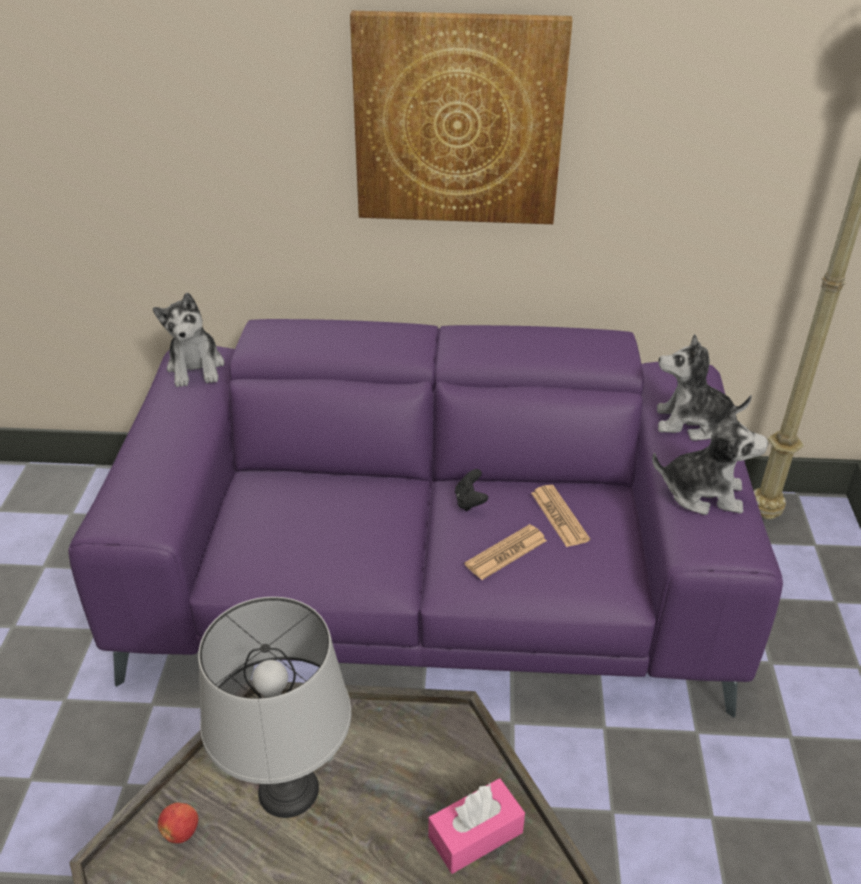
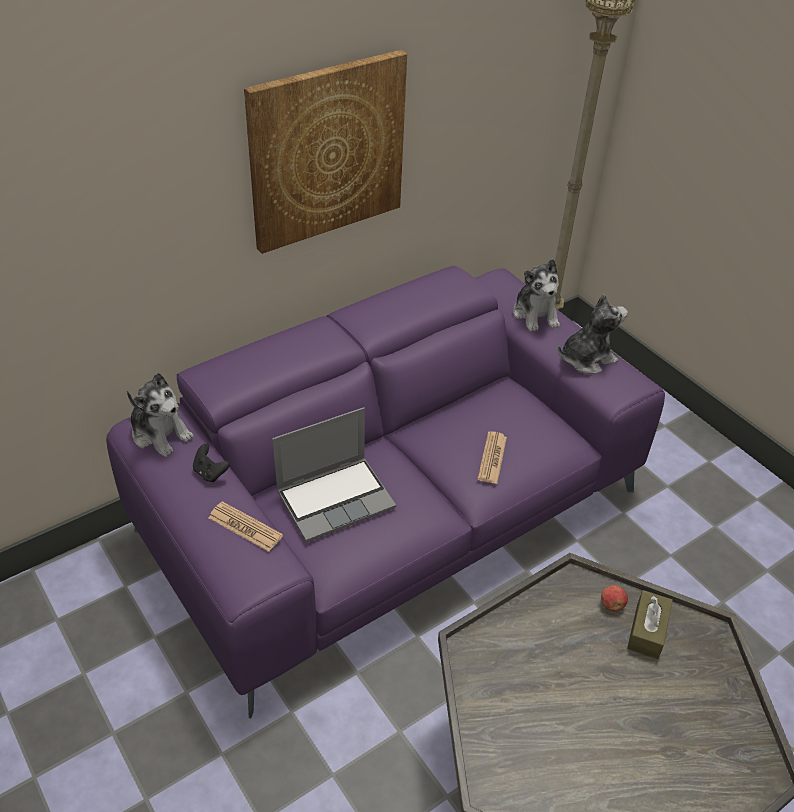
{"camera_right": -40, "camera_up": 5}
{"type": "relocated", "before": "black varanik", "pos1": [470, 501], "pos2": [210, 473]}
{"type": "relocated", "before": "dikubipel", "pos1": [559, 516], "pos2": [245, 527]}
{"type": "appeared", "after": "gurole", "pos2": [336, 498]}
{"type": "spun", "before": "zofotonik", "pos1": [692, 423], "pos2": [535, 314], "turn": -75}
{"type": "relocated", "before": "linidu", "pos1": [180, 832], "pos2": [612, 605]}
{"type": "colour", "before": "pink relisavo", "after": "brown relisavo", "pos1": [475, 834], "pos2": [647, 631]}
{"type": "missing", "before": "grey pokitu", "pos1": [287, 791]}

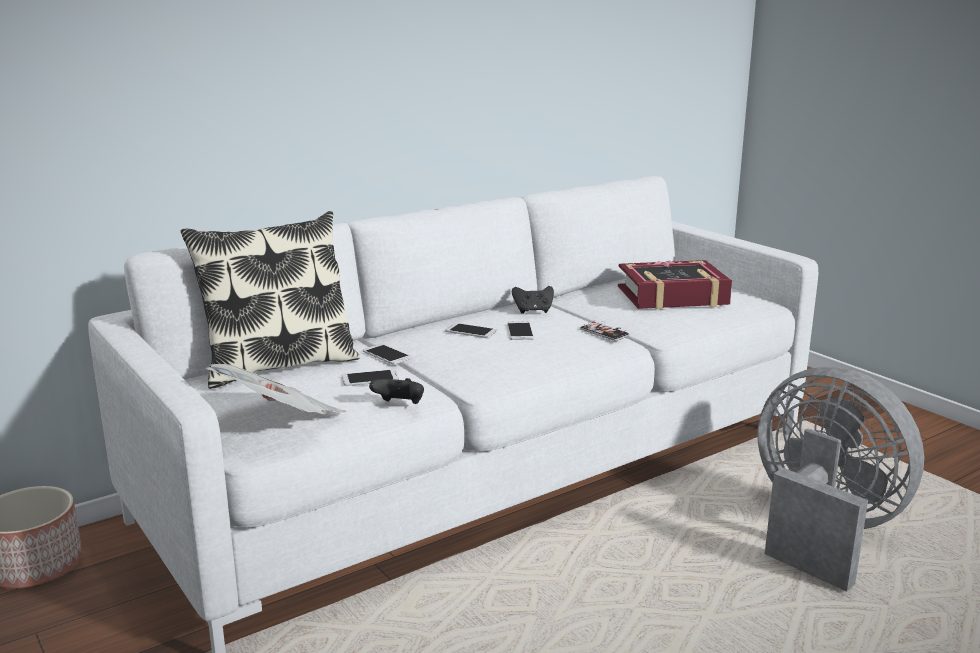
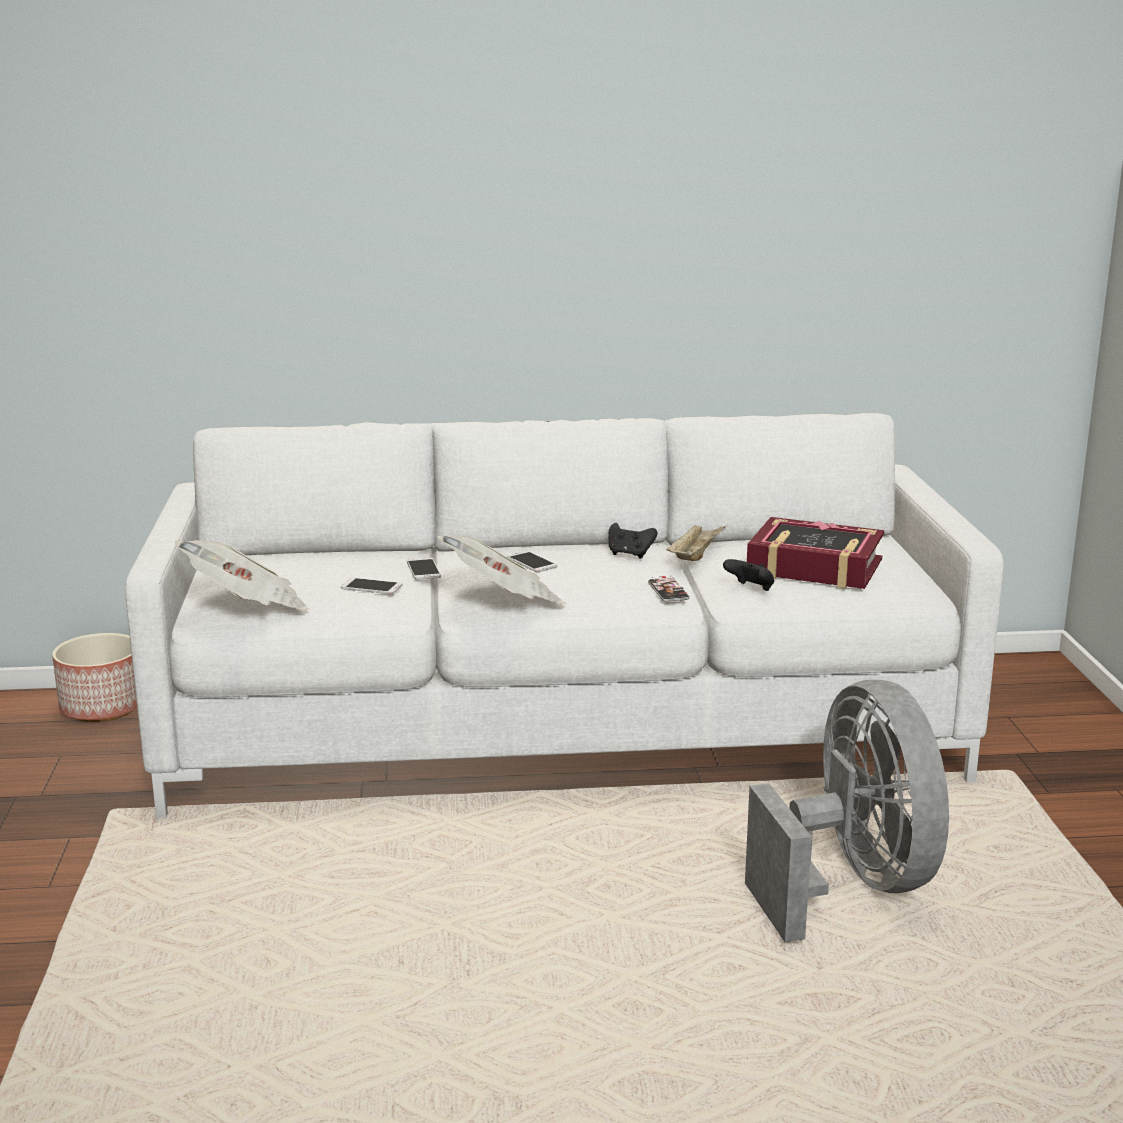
{"camera_right": 30, "camera_up": 0}
{"type": "appeared", "after": "dikubipel", "pos2": [503, 600]}
{"type": "appeared", "after": "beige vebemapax", "pos2": [696, 554]}
{"type": "relocated", "before": "black varanik", "pos1": [399, 405], "pos2": [750, 589]}
{"type": "missing", "before": "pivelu", "pos1": [278, 365]}
{"type": "missing", "before": "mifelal", "pos1": [520, 331]}

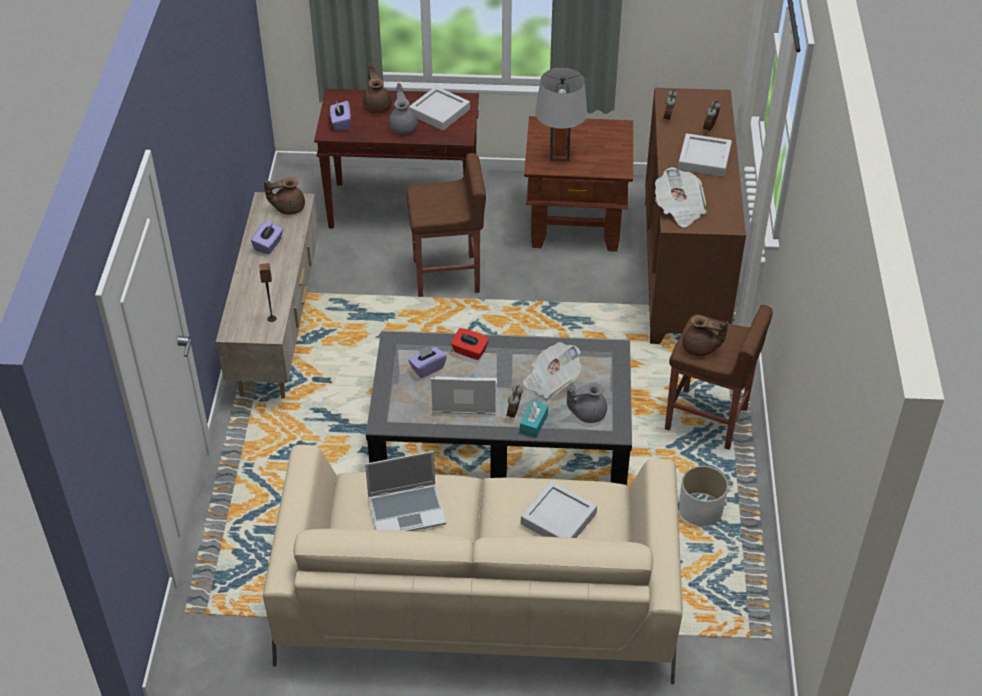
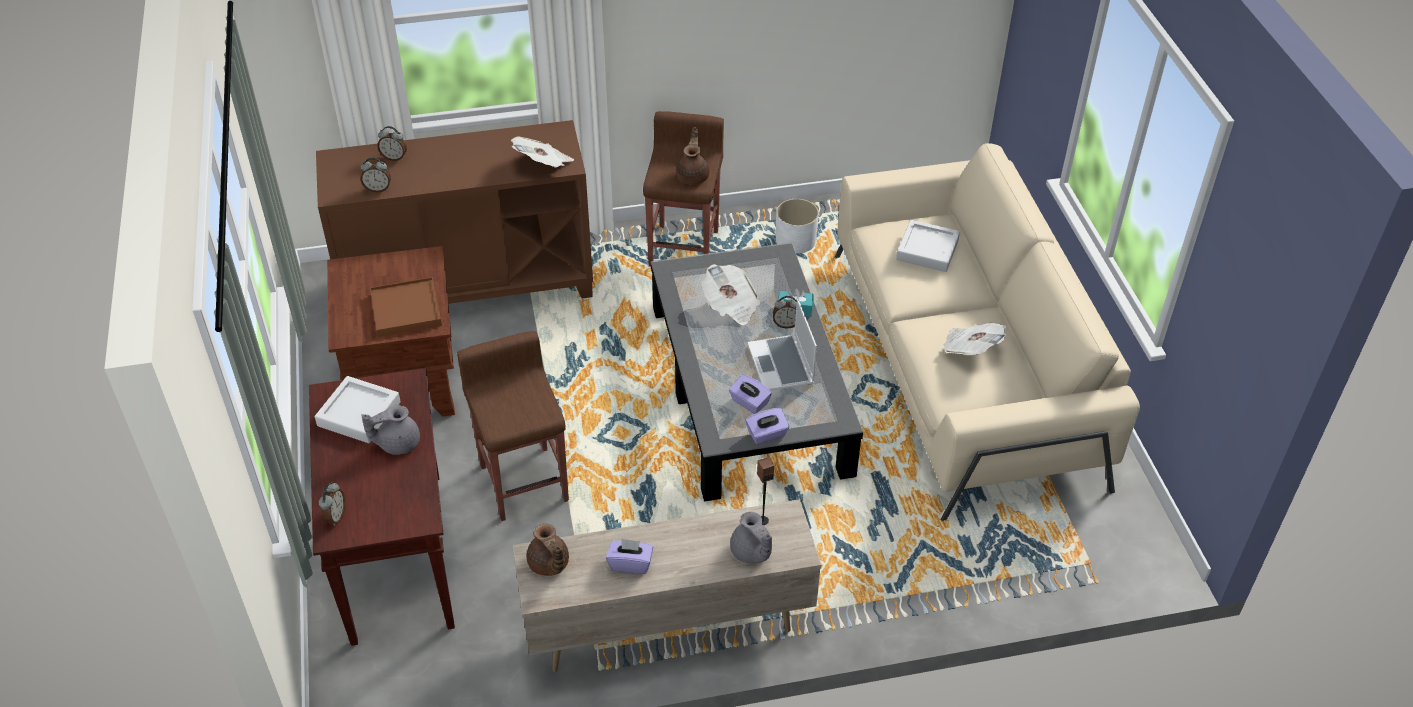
{"camera_right": -105, "camera_up": 0}
{"type": "appeared", "after": "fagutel", "pos2": [335, 516]}
{"type": "exchanged", "before": "grey pokitu", "after": "brown vebemapax", "pos1": [559, 154], "pos2": [406, 310]}
{"type": "relocated", "before": "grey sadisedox", "pos1": [587, 413], "pos2": [751, 553]}
{"type": "relocated", "before": "purple relisavo", "pos1": [341, 123], "pos2": [767, 434]}
{"type": "exchanged", "before": "gurole", "after": "dikubipel", "pos1": [407, 510], "pos2": [970, 349]}
{"type": "missing", "before": "brown sadisedox", "pos1": [377, 106]}
{"type": "missing", "before": "red relisavo", "pos1": [469, 351]}
{"type": "missing", "before": "grey vebemapax", "pos1": [704, 159]}

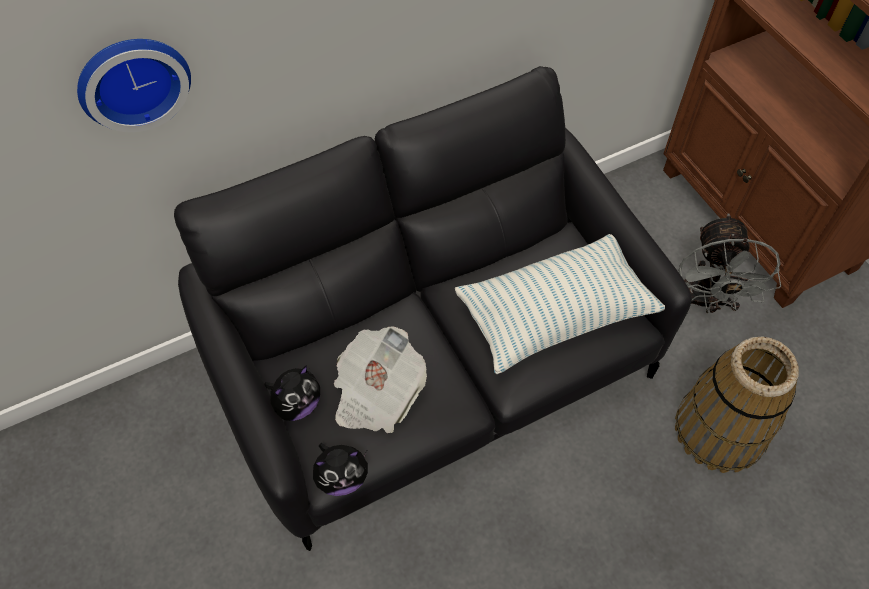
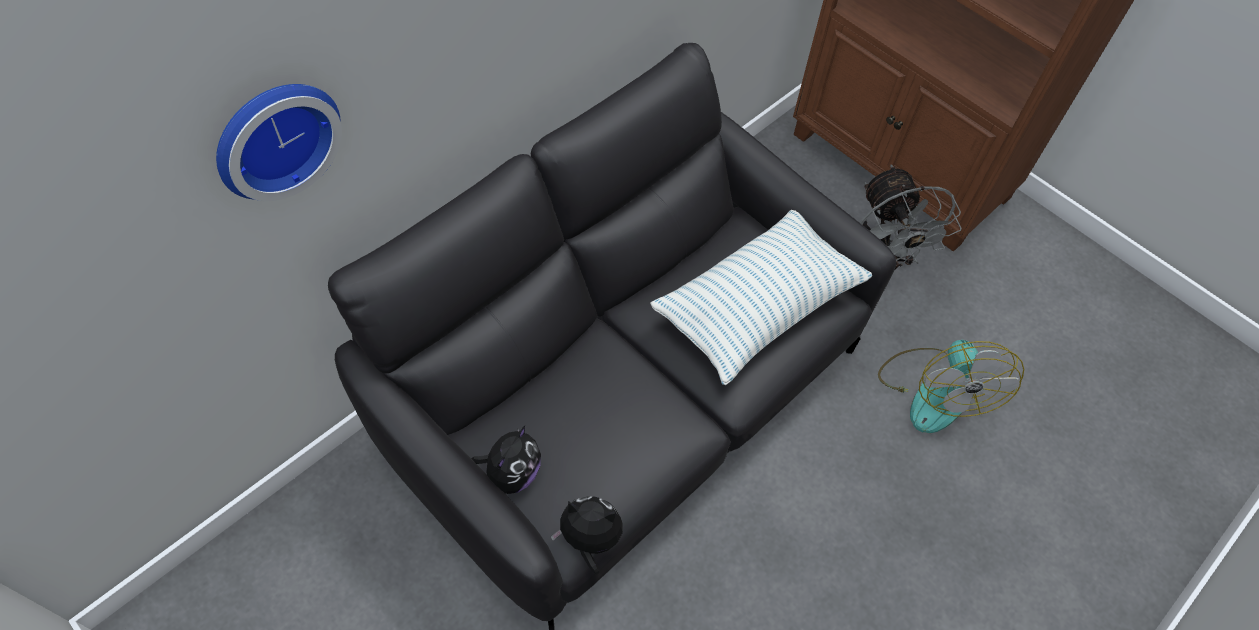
{"camera_right": -20, "camera_up": 0}
{"type": "spun", "before": "zofotonik", "pos1": [342, 477], "pos2": [590, 540], "turn": -135}
{"type": "exchanged", "before": "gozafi", "after": "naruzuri", "pos1": [720, 430], "pos2": [934, 390]}
{"type": "missing", "before": "dikubipel", "pos1": [376, 393]}

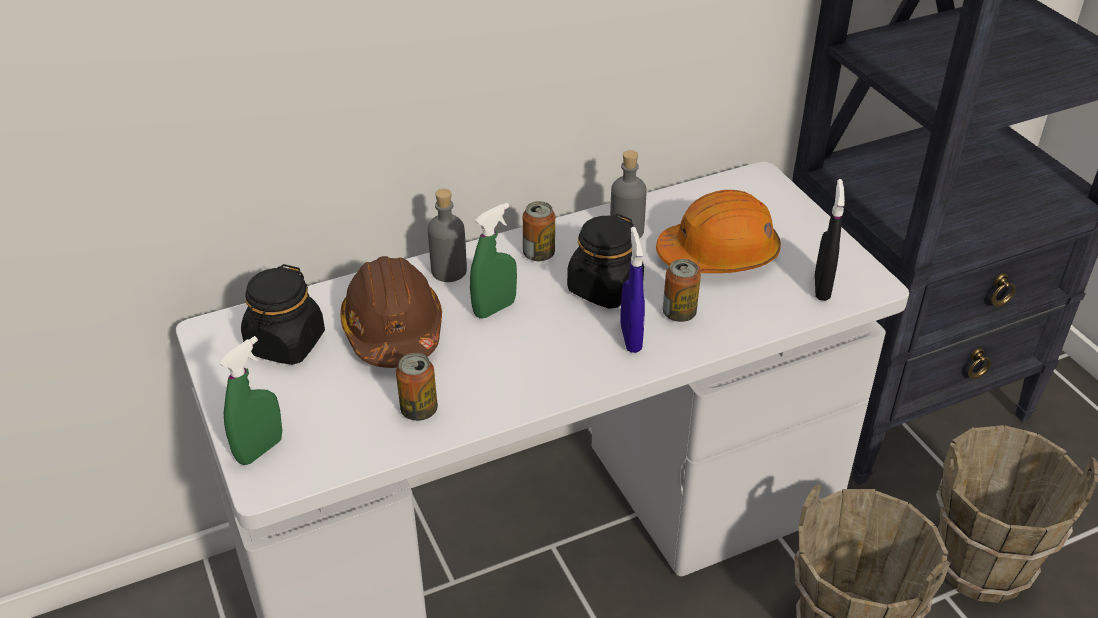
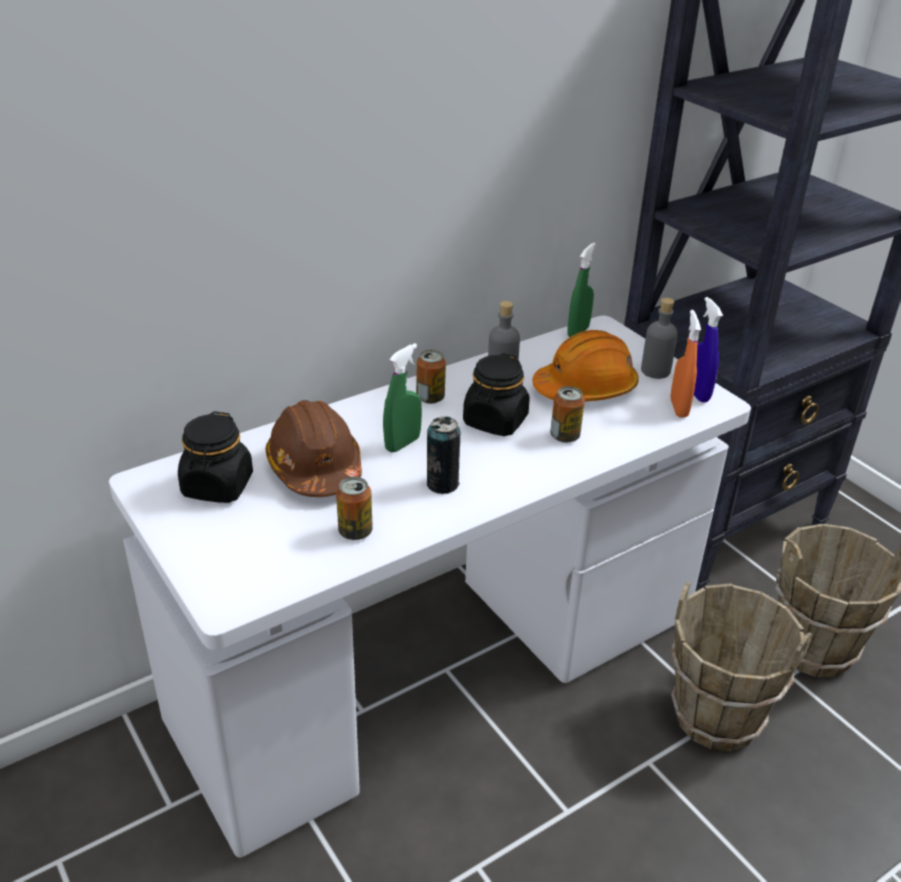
{"camera_right": -10, "camera_up": -5}
{"type": "appeared", "after": "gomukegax", "pos2": [442, 484]}
{"type": "relocated", "before": "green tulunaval", "pos1": [260, 450], "pos2": [578, 332]}
{"type": "relocated", "before": "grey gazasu", "pos1": [449, 271], "pos2": [655, 371]}
{"type": "colour", "before": "black tulunaval", "after": "orange tulunaval", "pos1": [822, 288], "pos2": [678, 408]}
{"type": "relocated", "before": "blue tulunaval", "pos1": [630, 338], "pos2": [696, 393]}

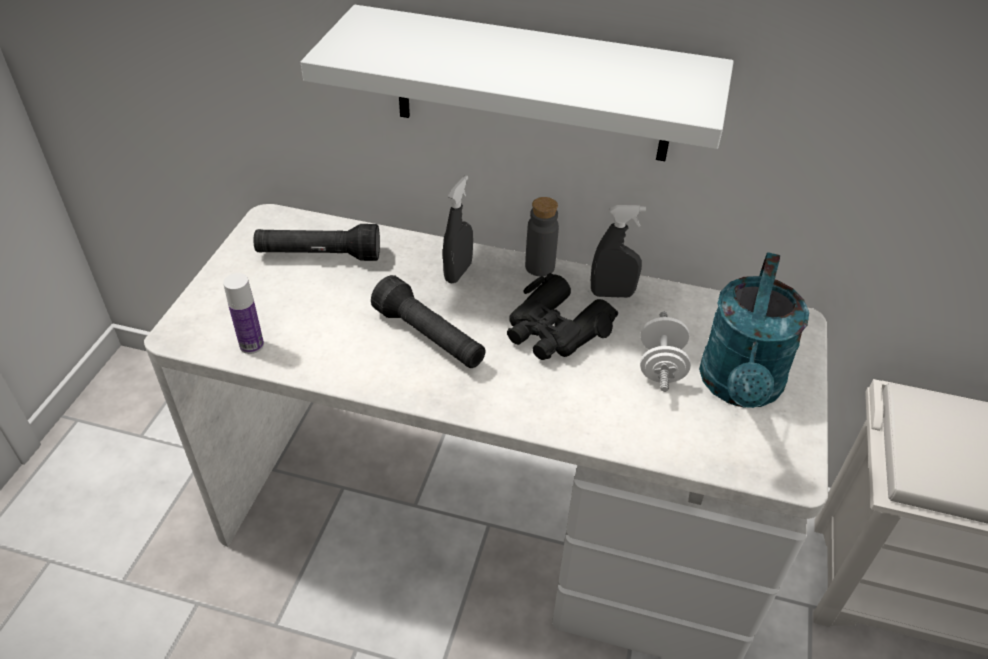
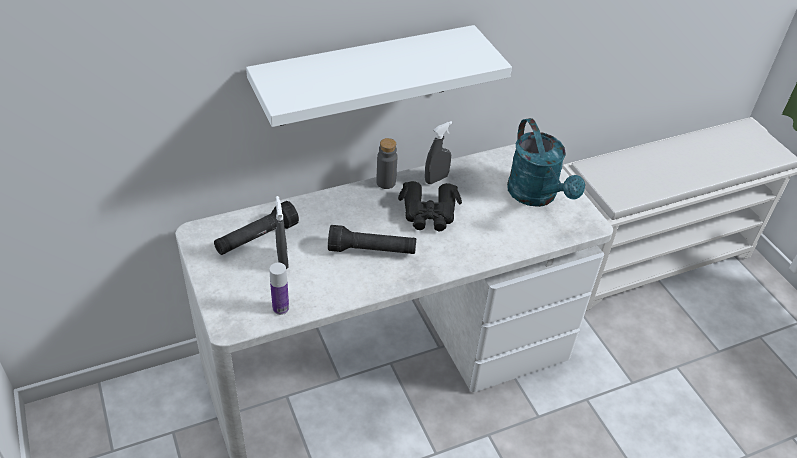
{"camera_right": -40, "camera_up": 0}
{"type": "relocated", "before": "grey tulunaval", "pos1": [458, 272], "pos2": [282, 260]}
{"type": "missing", "before": "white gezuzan", "pos1": [661, 366]}

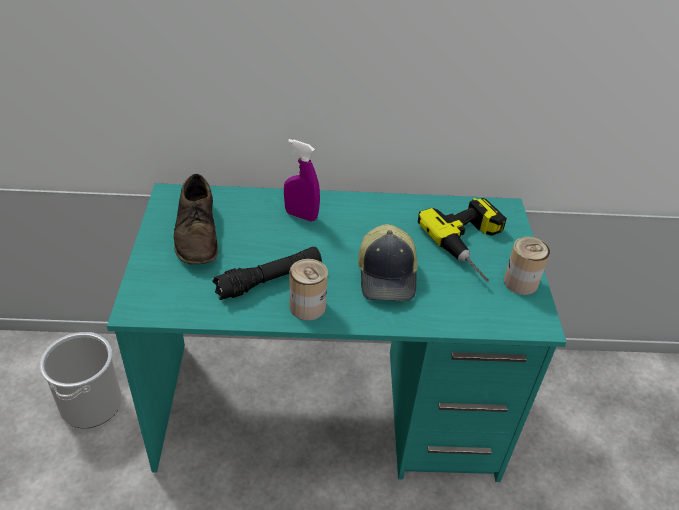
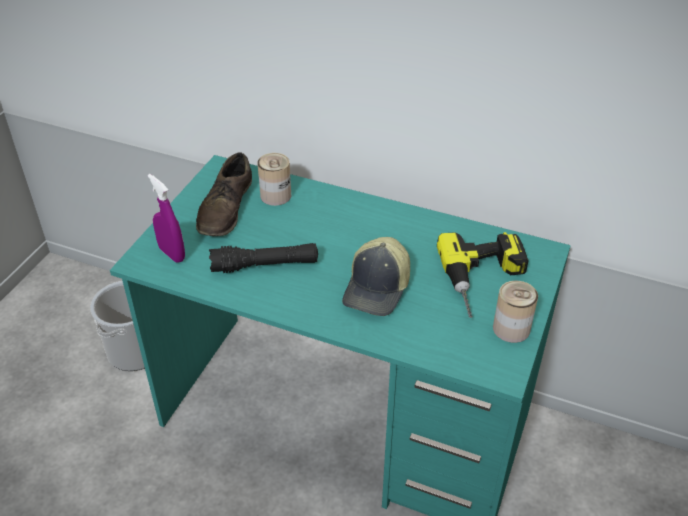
{"camera_right": 25, "camera_up": 0}
{"type": "relocated", "before": "purple tulunaval", "pos1": [301, 215], "pos2": [172, 254]}
{"type": "relocated", "before": "gomukegax", "pos1": [307, 306], "pos2": [275, 195]}

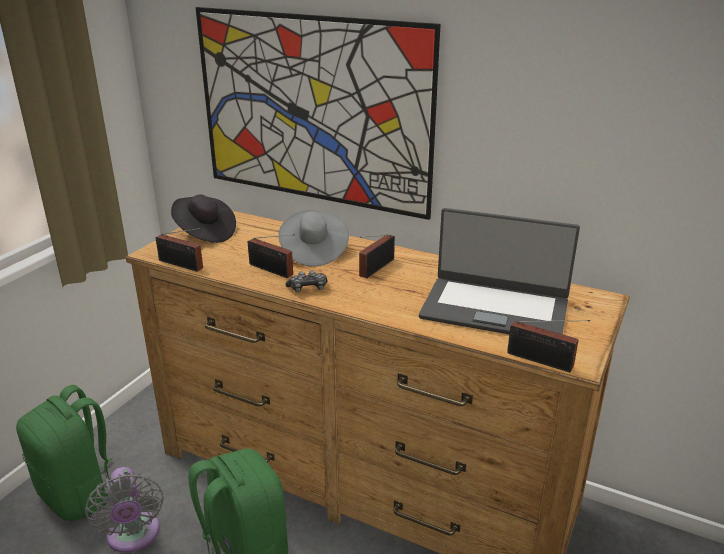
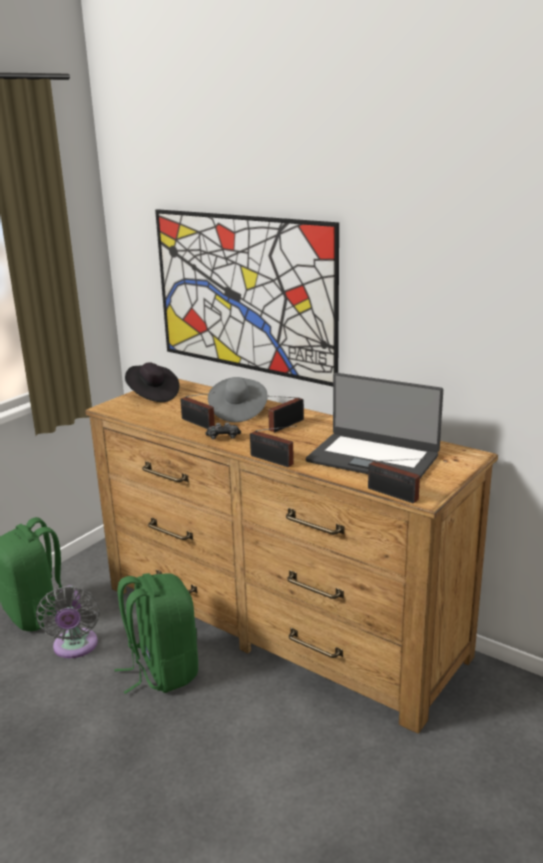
{"camera_right": 10, "camera_up": -5}
{"type": "relocated", "before": "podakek", "pos1": [182, 265], "pos2": [273, 461]}

